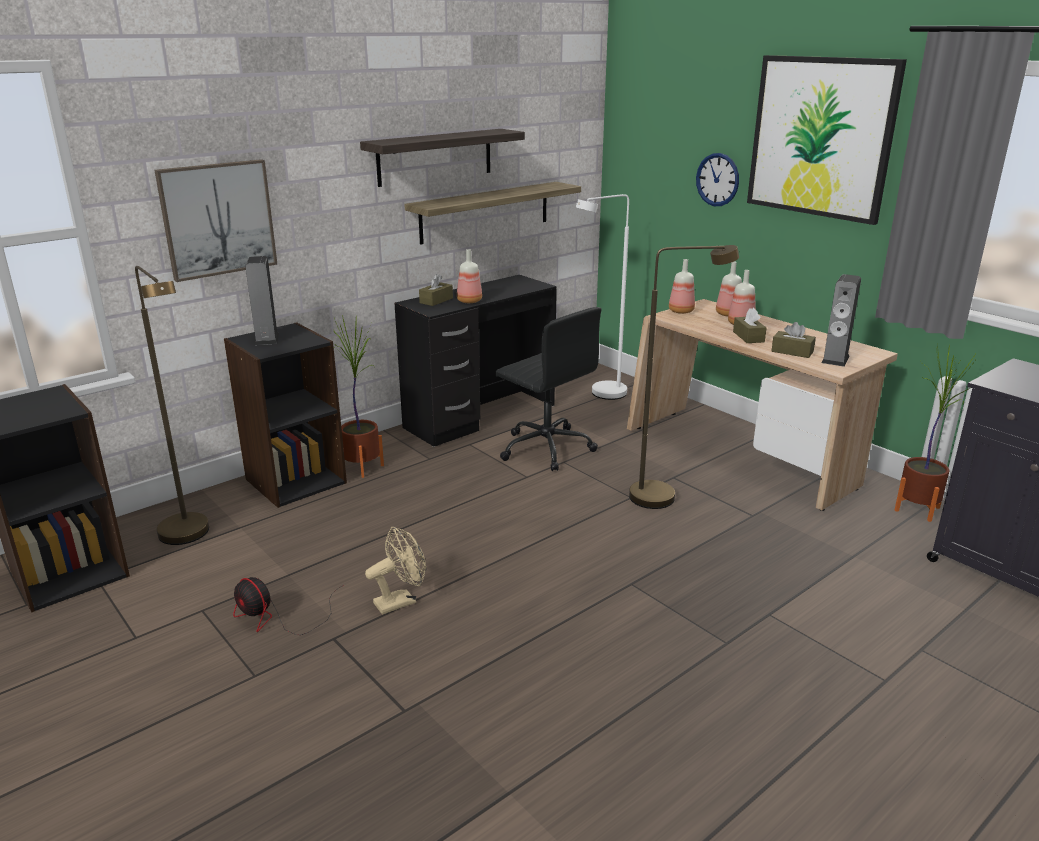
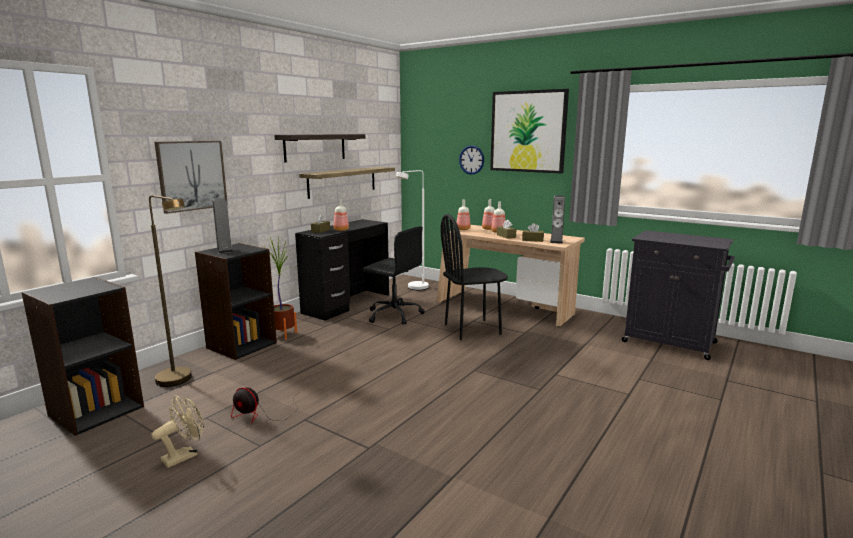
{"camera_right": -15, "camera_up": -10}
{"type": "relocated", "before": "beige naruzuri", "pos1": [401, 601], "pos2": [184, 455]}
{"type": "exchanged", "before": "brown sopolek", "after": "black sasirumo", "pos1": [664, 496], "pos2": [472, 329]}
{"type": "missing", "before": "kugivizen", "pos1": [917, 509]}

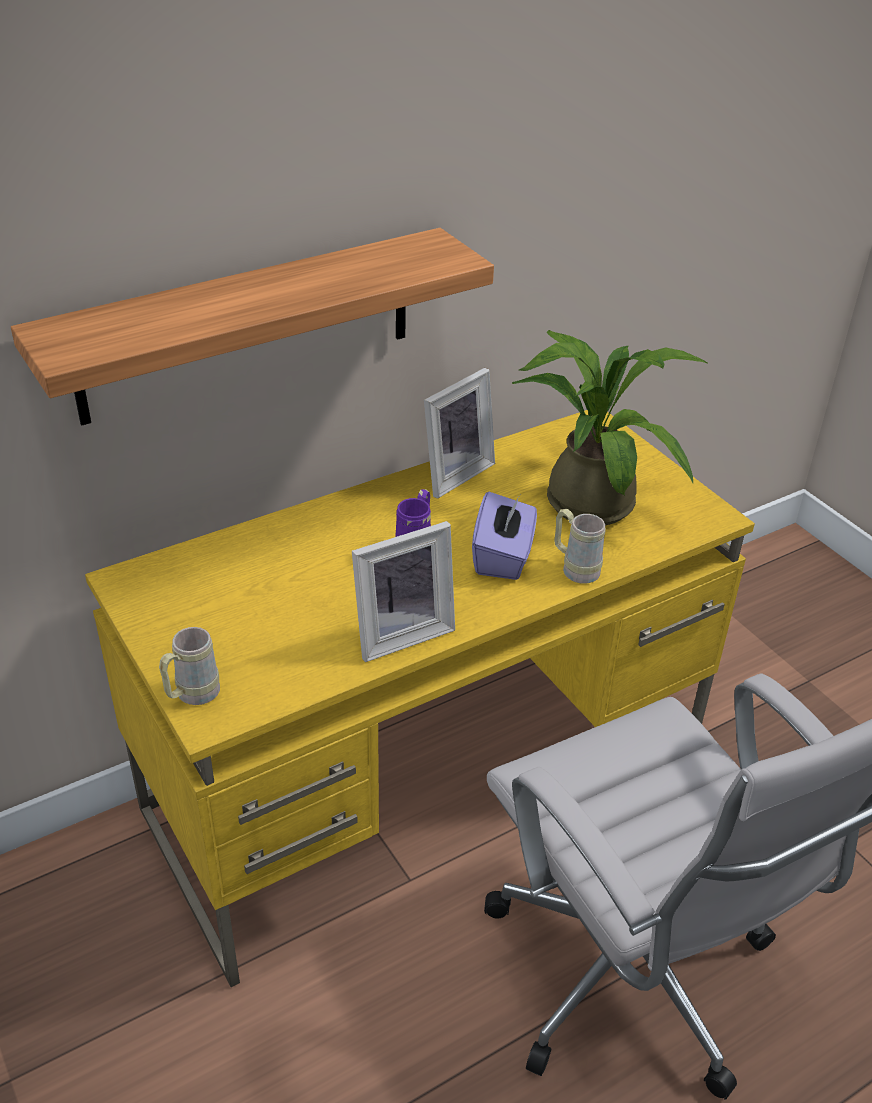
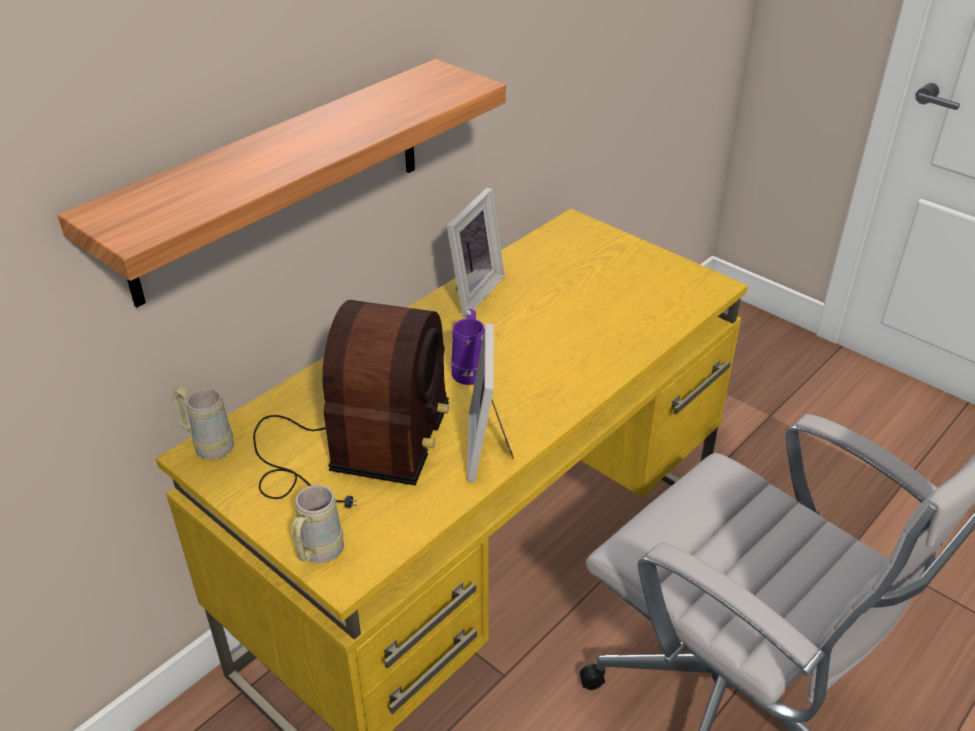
{"camera_right": -15, "camera_up": 0}
{"type": "relocated", "before": "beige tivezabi", "pos1": [575, 568], "pos2": [208, 444]}
{"type": "appeared", "after": "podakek", "pos2": [354, 448]}
{"type": "spun", "before": "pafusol", "pos1": [400, 633], "pos2": [490, 447], "turn": 135}
{"type": "missing", "before": "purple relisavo", "pos1": [503, 557]}
{"type": "missing", "before": "kugivizen", "pos1": [587, 496]}

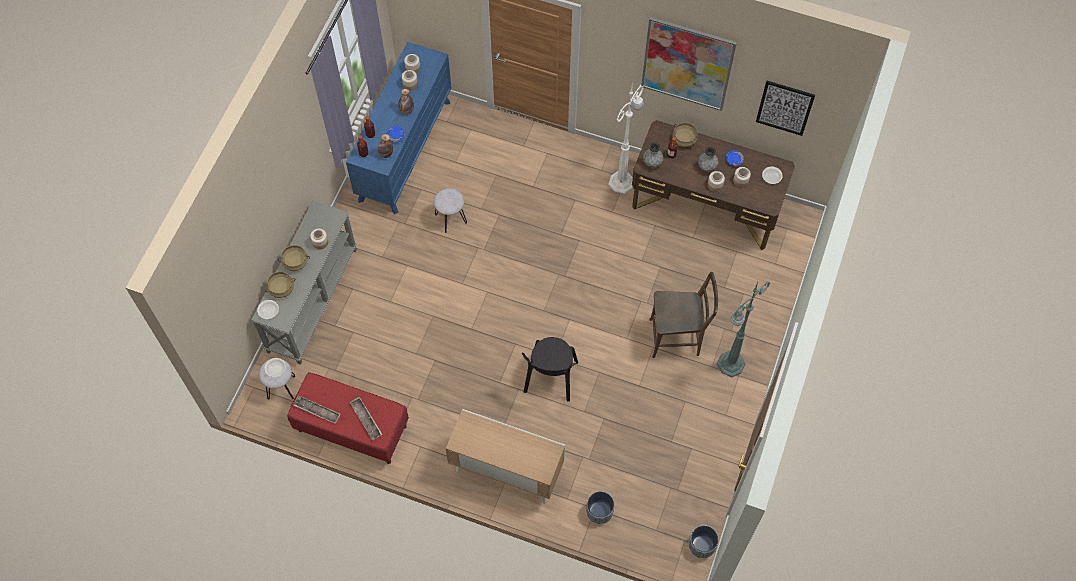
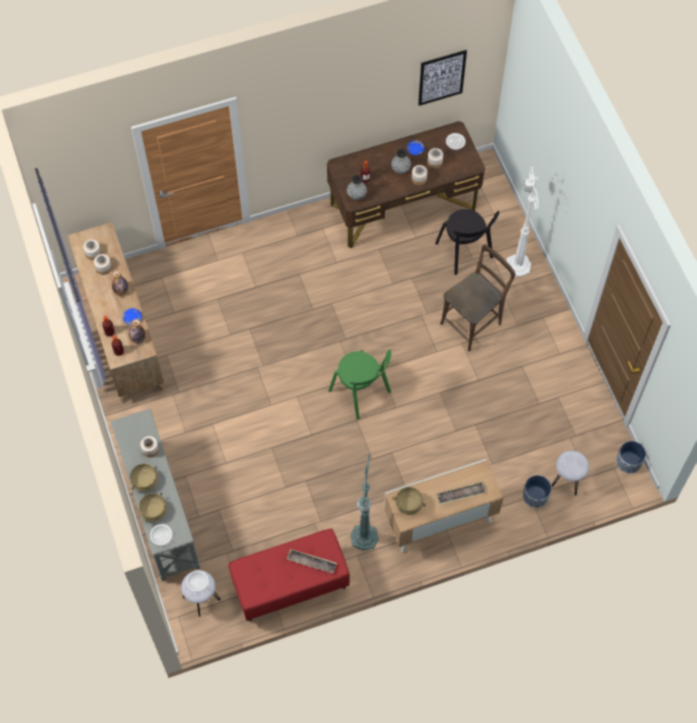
{"camera_right": -40, "camera_up": 0}
{"type": "colour", "before": "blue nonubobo", "after": "brown nonubobo", "pos1": [405, 150], "pos2": [122, 332]}
{"type": "appeared", "after": "green sasirumo", "pos2": [361, 393]}
{"type": "relocated", "before": "green sopolek", "pos1": [729, 365], "pos2": [364, 538]}
{"type": "relocated", "before": "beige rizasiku", "pos1": [684, 139], "pos2": [408, 504]}
{"type": "relocated", "before": "black sasirumo", "pos1": [550, 379], "pos2": [465, 252]}
{"type": "relocated", "before": "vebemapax", "pos1": [317, 411], "pos2": [461, 494]}
{"type": "relocated", "before": "white sopolek", "pos1": [622, 181], "pos2": [518, 264]}
{"type": "relocated", "before": "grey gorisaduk", "pos1": [450, 218], "pos2": [567, 480]}
{"type": "missing", "before": "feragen", "pos1": [687, 64]}

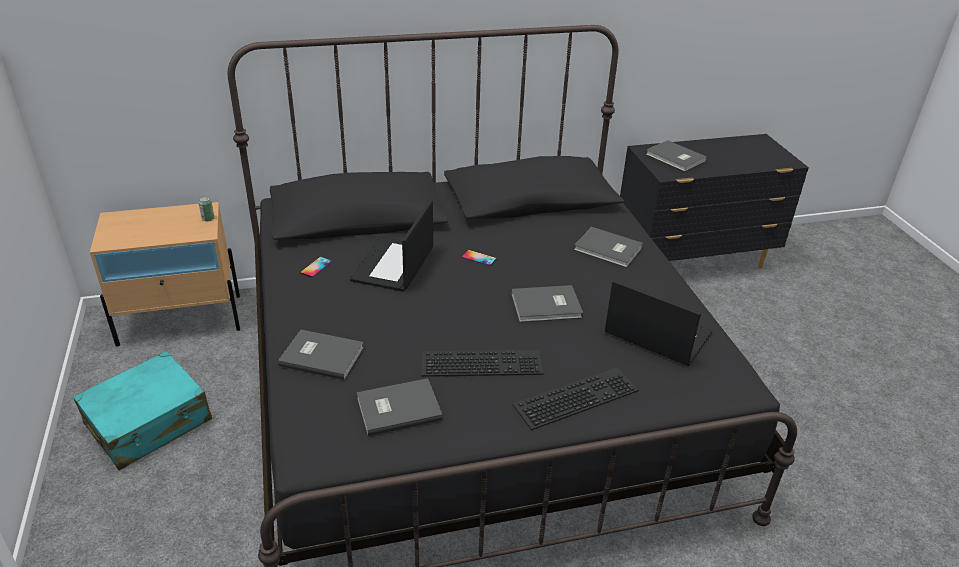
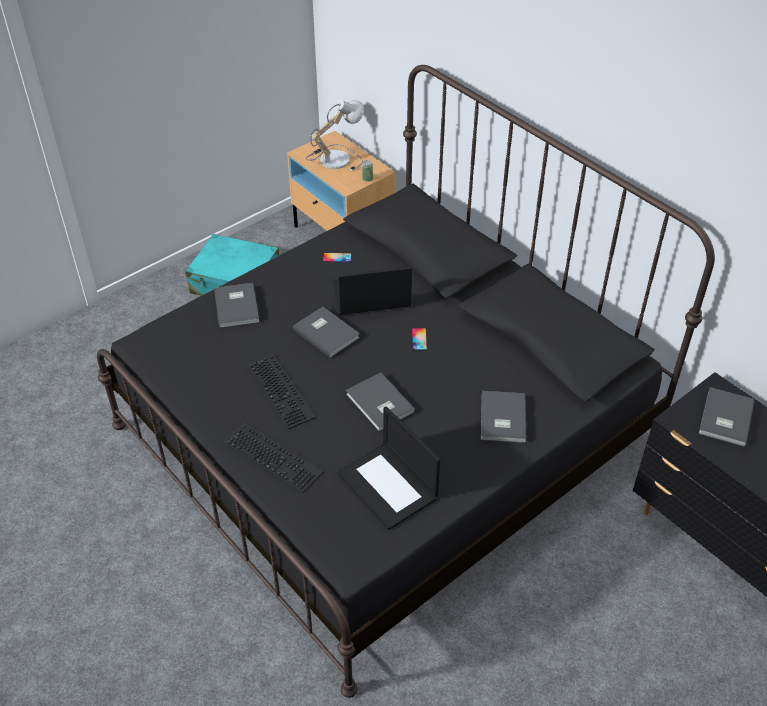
{"camera_right": 65, "camera_up": 10}
{"type": "relocated", "before": "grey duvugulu", "pos1": [397, 408], "pos2": [326, 332]}
{"type": "appeared", "after": "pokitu", "pos2": [334, 158]}
{"type": "spun", "before": "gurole", "pos1": [656, 333], "pos2": [388, 486], "turn": 135}

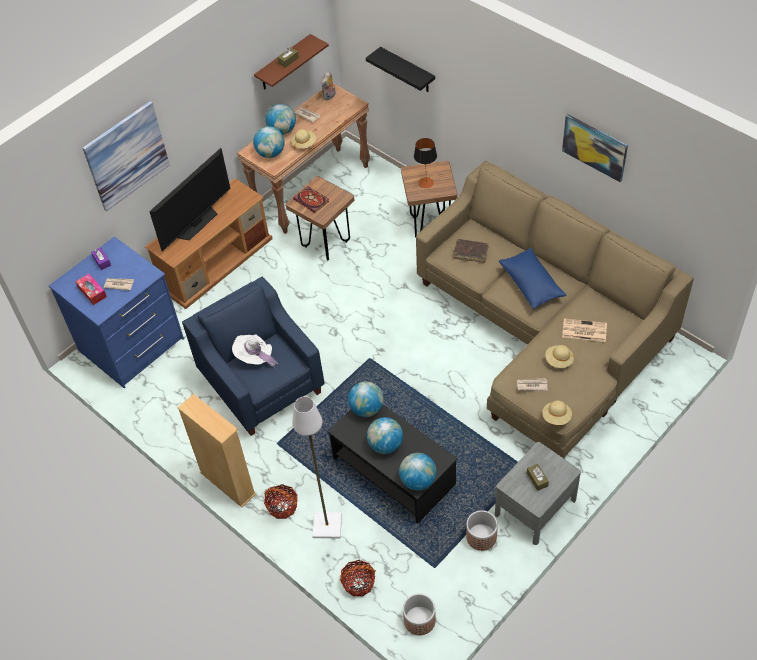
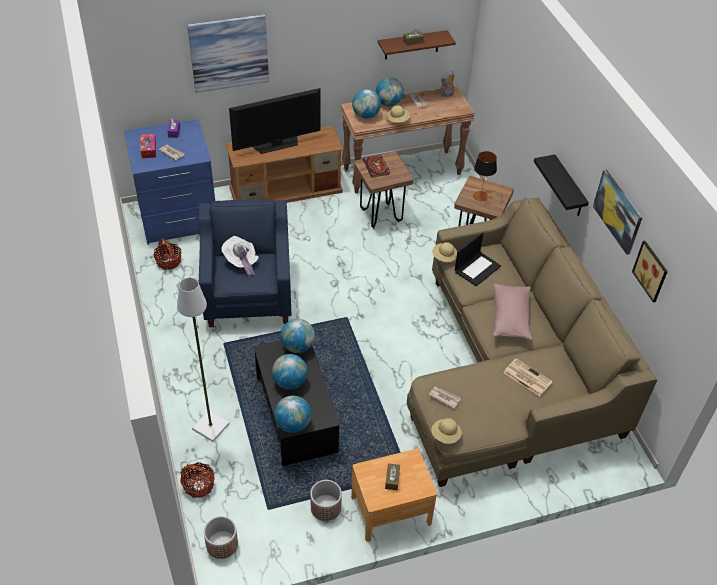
{"camera_right": 25, "camera_up": -5}
{"type": "relocated", "before": "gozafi", "pos1": [282, 506], "pos2": [168, 261]}
{"type": "colour", "before": "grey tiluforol", "after": "brown tiluforol", "pos1": [535, 507], "pos2": [391, 509]}
{"type": "relocated", "before": "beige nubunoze", "pos1": [559, 361], "pos2": [444, 257]}
{"type": "exchanged", "before": "brown duvugulu", "after": "gurole", "pos1": [470, 253], "pos2": [477, 268]}
{"type": "colour", "before": "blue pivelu", "after": "pink pivelu", "pos1": [531, 284], "pos2": [510, 318]}
{"type": "relocated", "before": "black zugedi", "pos1": [407, 70], "pos2": [569, 187]}
{"type": "appeared", "after": "feragen", "pos2": [652, 270]}
{"type": "missing", "before": "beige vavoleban", "pos1": [228, 483]}

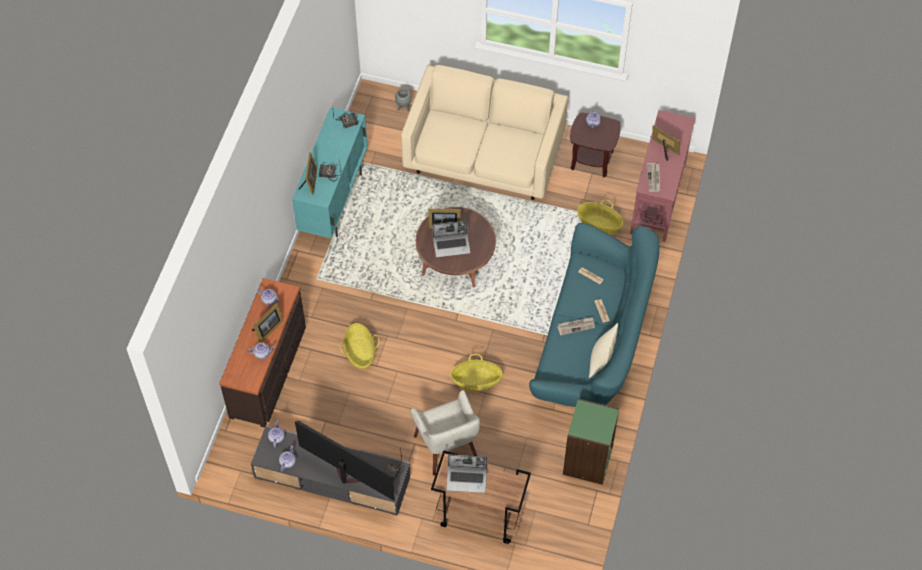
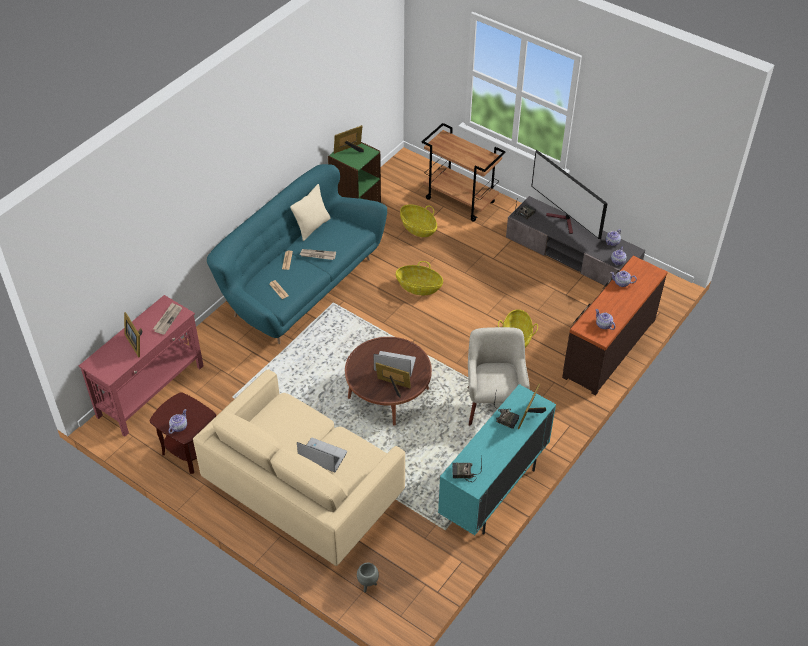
{"camera_right": -160, "camera_up": -10}
{"type": "relocated", "before": "gurole", "pos1": [467, 479], "pos2": [322, 456]}
{"type": "relocated", "before": "pafusol", "pos1": [267, 330], "pos2": [350, 150]}
{"type": "relocated", "before": "gozafi", "pos1": [599, 225], "pos2": [418, 228]}
{"type": "relocated", "before": "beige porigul", "pos1": [447, 447], "pos2": [493, 404]}

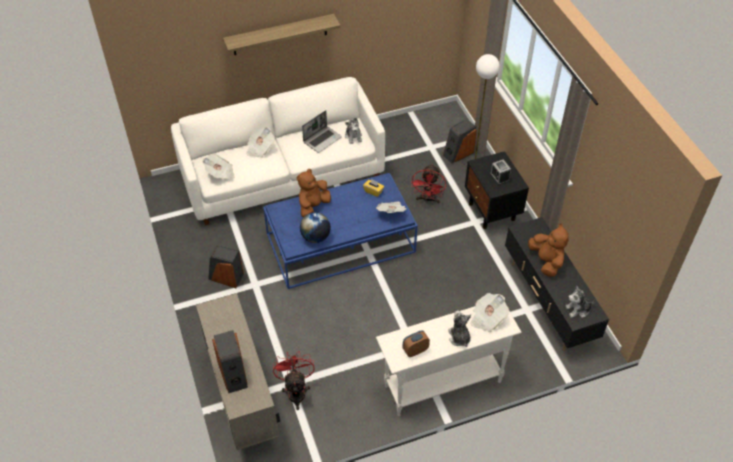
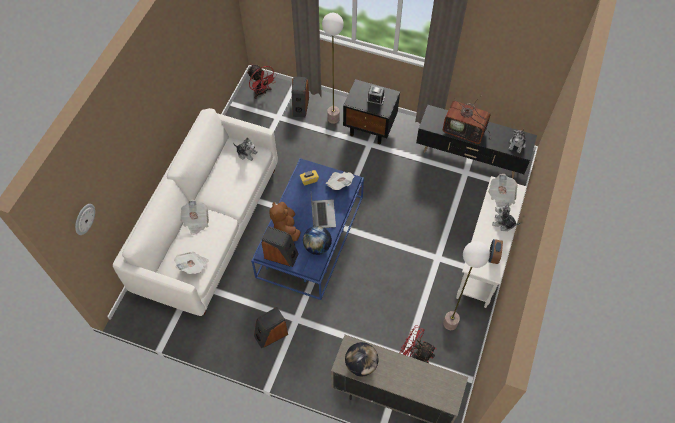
{"camera_right": -50, "camera_up": 10}
{"type": "appeared", "after": "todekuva", "pos2": [84, 219]}
{"type": "relocated", "before": "red naruzuri", "pos1": [428, 199], "pos2": [262, 92]}
{"type": "relocated", "before": "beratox", "pos1": [233, 374], "pos2": [281, 255]}
{"type": "relocated", "before": "gurole", "pos1": [322, 139], "pos2": [322, 214]}
{"type": "appeared", "after": "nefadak", "pos2": [361, 364]}
{"type": "exchanged", "before": "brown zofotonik", "after": "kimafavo", "pos1": [546, 261], "pos2": [465, 131]}
{"type": "appeared", "after": "sopolek", "pos2": [450, 323]}
{"type": "missing", "before": "zugedi", "pos1": [280, 35]}

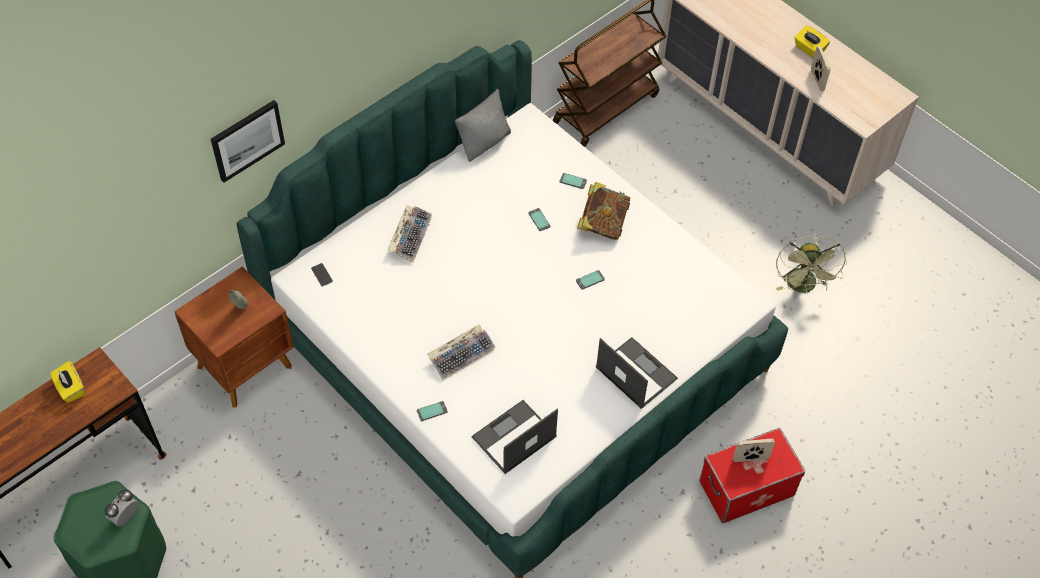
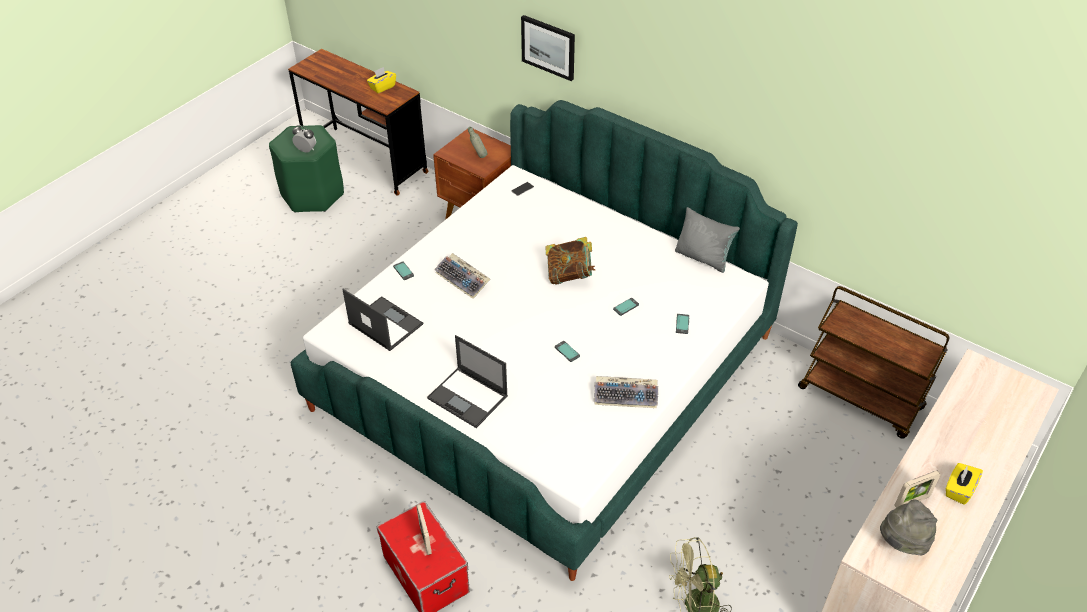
{"camera_right": 80, "camera_up": -10}
{"type": "spun", "before": "gurole", "pos1": [635, 372], "pos2": [468, 397], "turn": 90}
{"type": "relocated", "before": "duvugulu", "pos1": [603, 223], "pos2": [569, 275]}
{"type": "relocated", "before": "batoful", "pos1": [410, 236], "pos2": [626, 395]}
{"type": "appeared", "after": "grey nubunoze", "pos2": [902, 542]}

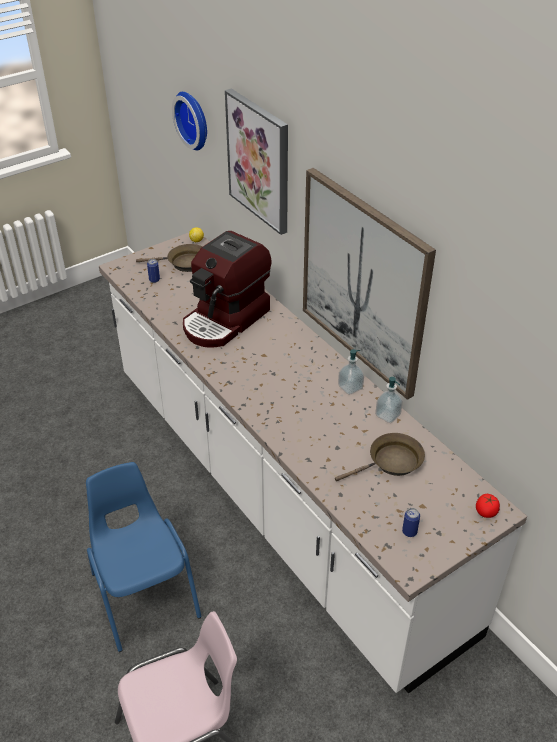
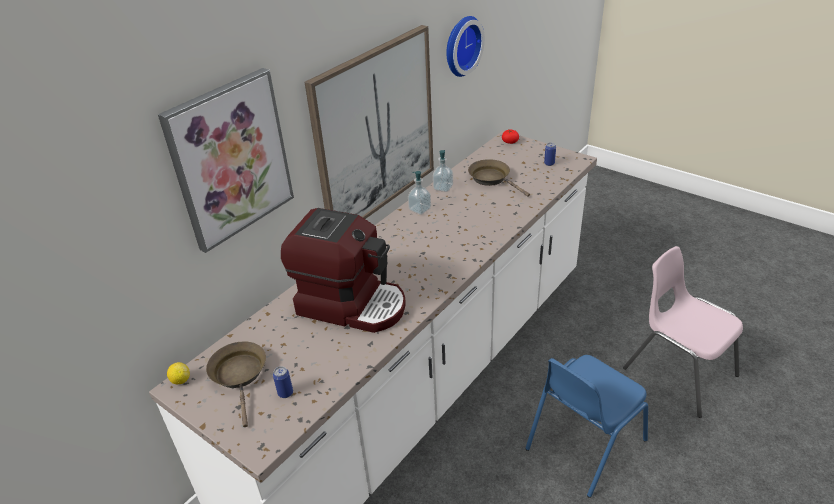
{"camera_right": -105, "camera_up": -5}
{"type": "relocated", "before": "todekuva", "pos1": [194, 119], "pos2": [460, 45]}

